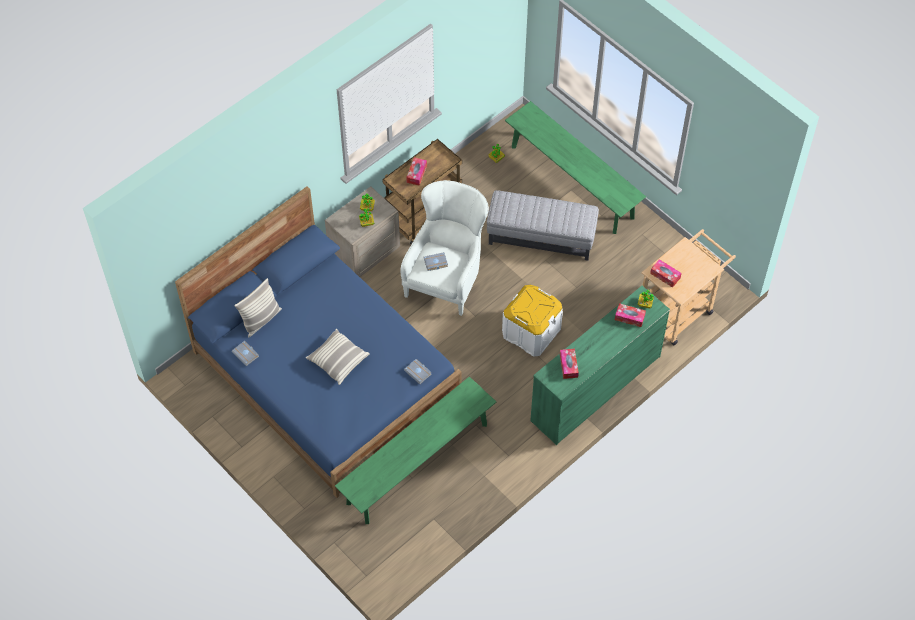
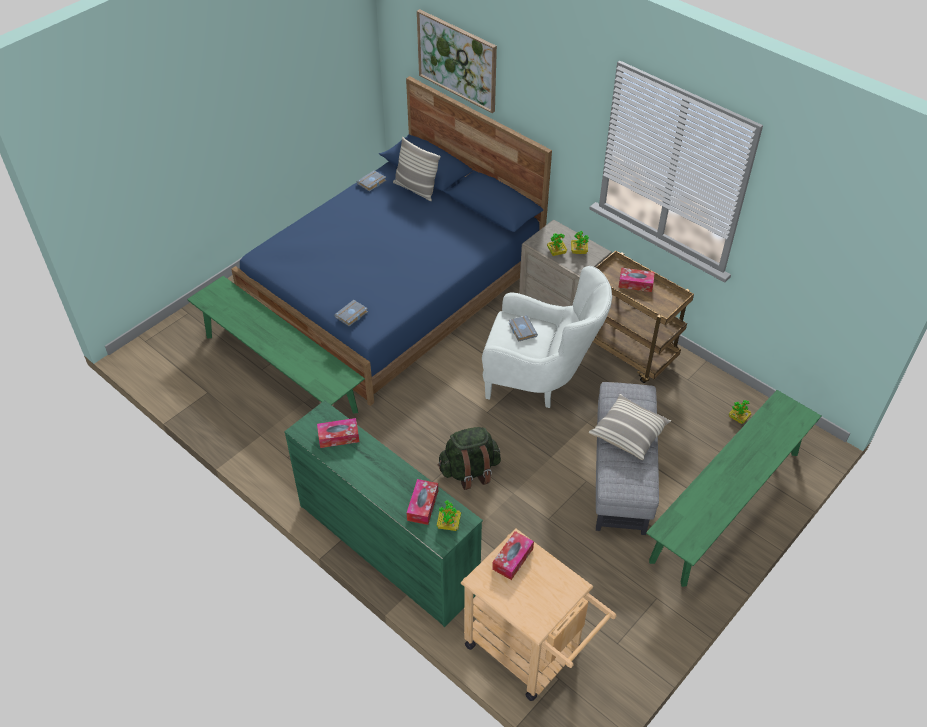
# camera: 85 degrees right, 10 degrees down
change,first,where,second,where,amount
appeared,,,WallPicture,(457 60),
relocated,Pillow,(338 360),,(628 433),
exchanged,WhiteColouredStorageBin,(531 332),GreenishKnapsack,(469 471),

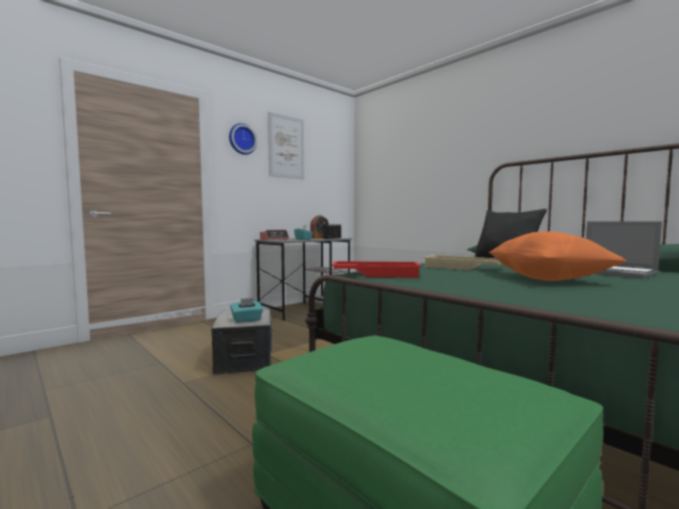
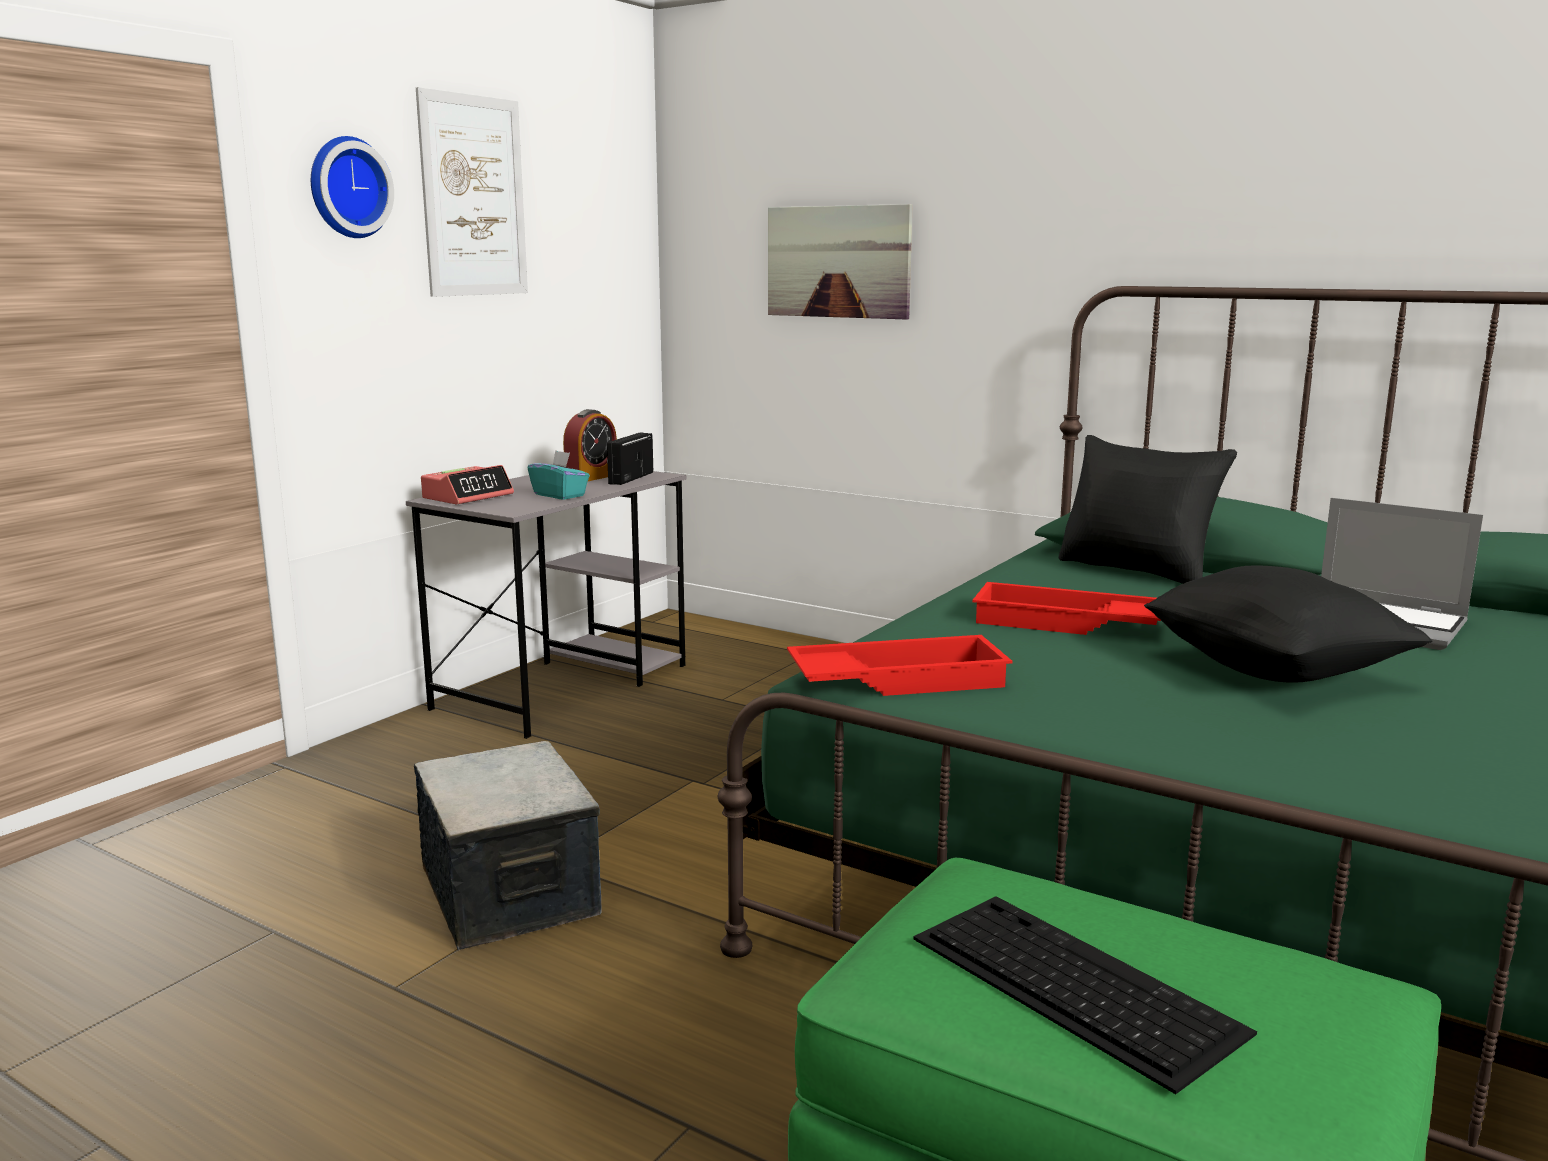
# camera: 15 degrees left, 10 degrees up
change,first,where,second,where,amount
missing,TurquoiseTissueHolder,(247 320),,,
appeared,,,WallPicture,(838 262),
appeared,,,ComputerKeyboard,(1070 983),
colour,SandColouredTray,(462 268),RedTray,(1065 623),
colour,OrangePillow,(548 279),BlackColouredPillow,(1274 672),

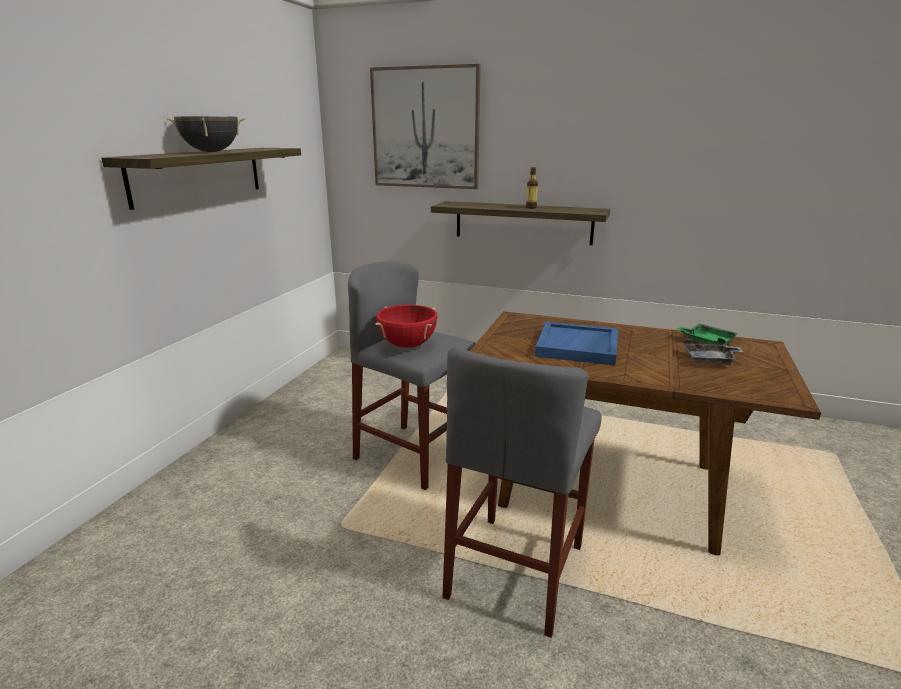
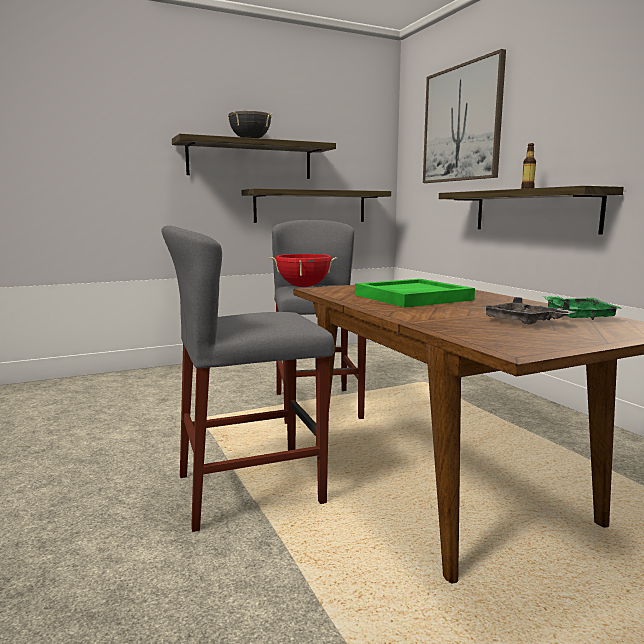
# camera: 45 degrees right, 10 degrees down
change,first,where,second,where,amount
appeared,,,WallShelf,(311 206),
colour,BluishTray,(578 347),GreenishTray,(412 297),

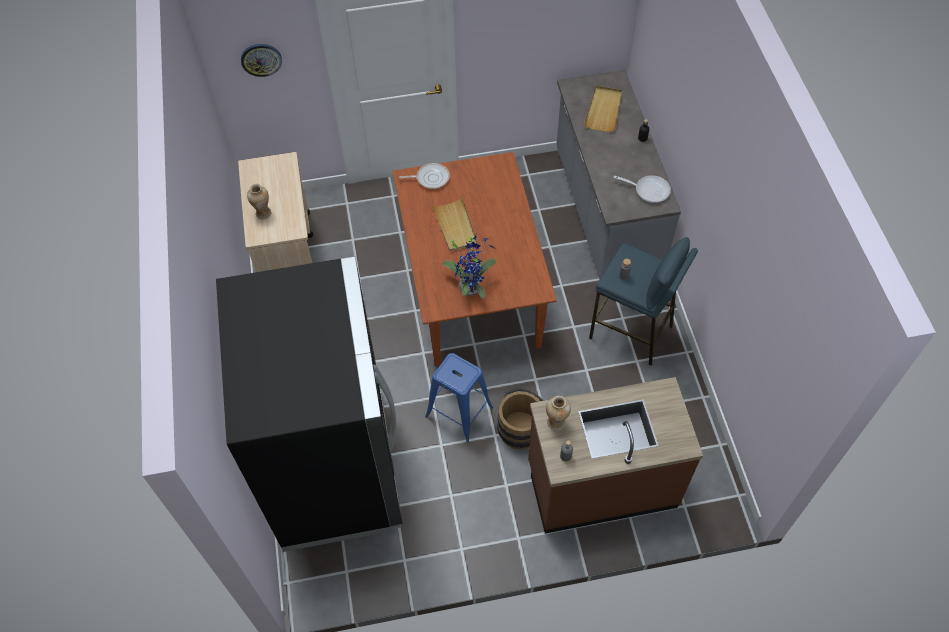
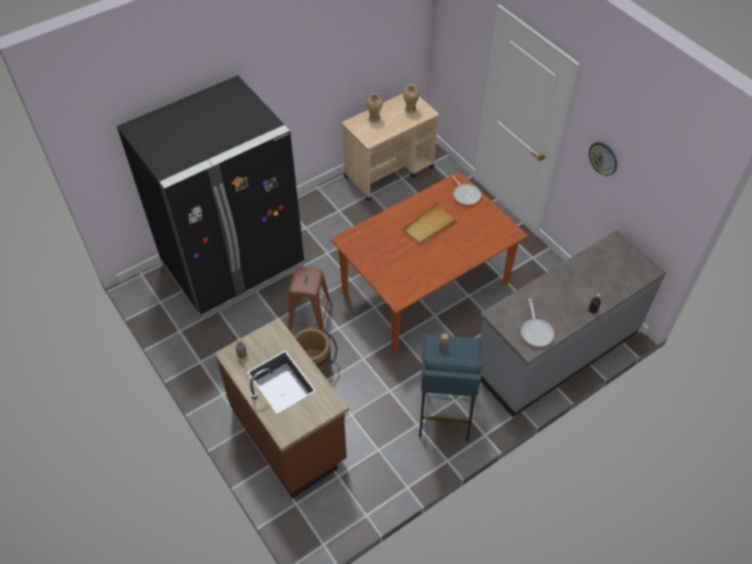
# camera: 65 degrees right, 5 degrees down
change,first,where,second,where,amount
missing,PlantInAPot,(471 286),,,
missing,SandColouredTray,(604 110),,,
relocated,WallClock,(261 59),,(603 158),
relocated,Vase,(556 422),,(410 110),
colour,BluishStoolSeat,(459 412),BrownStoolSeat,(310 320),

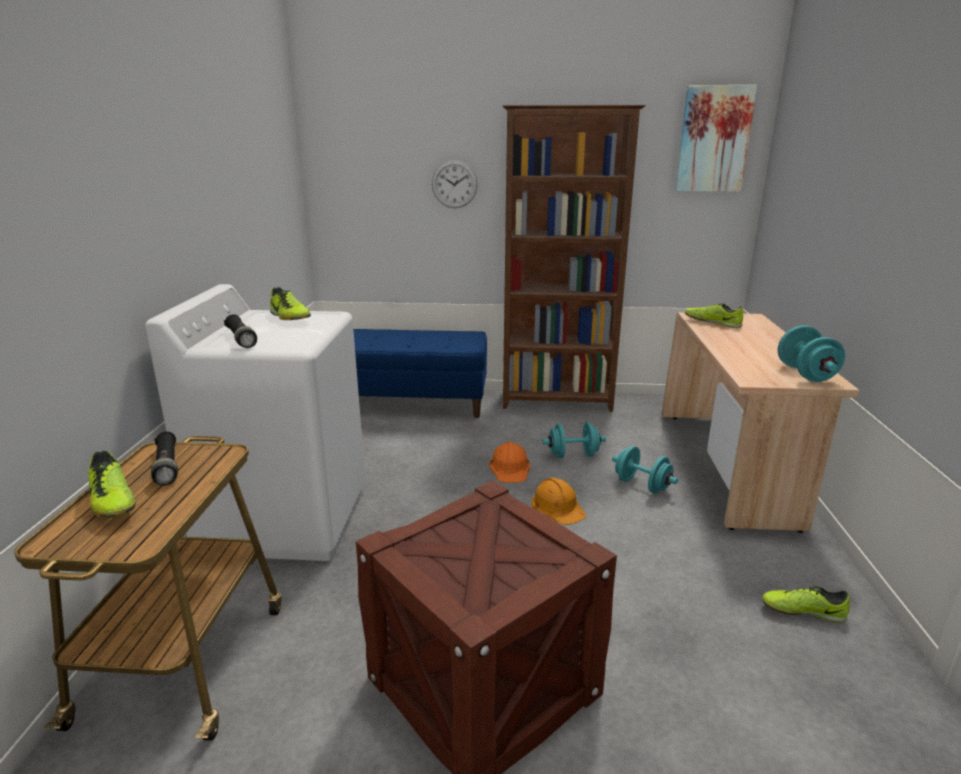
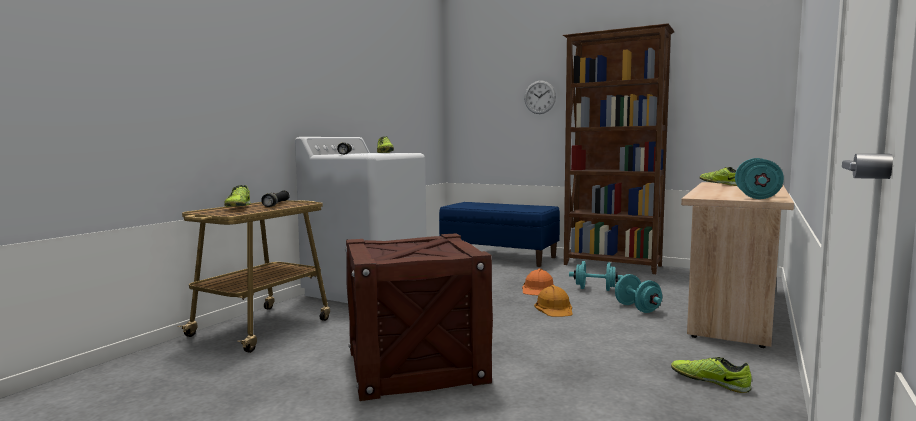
# camera: 25 degrees right, 15 degrees down
change,first,where,second,where,amount
missing,WallPicture,(714 139),,,

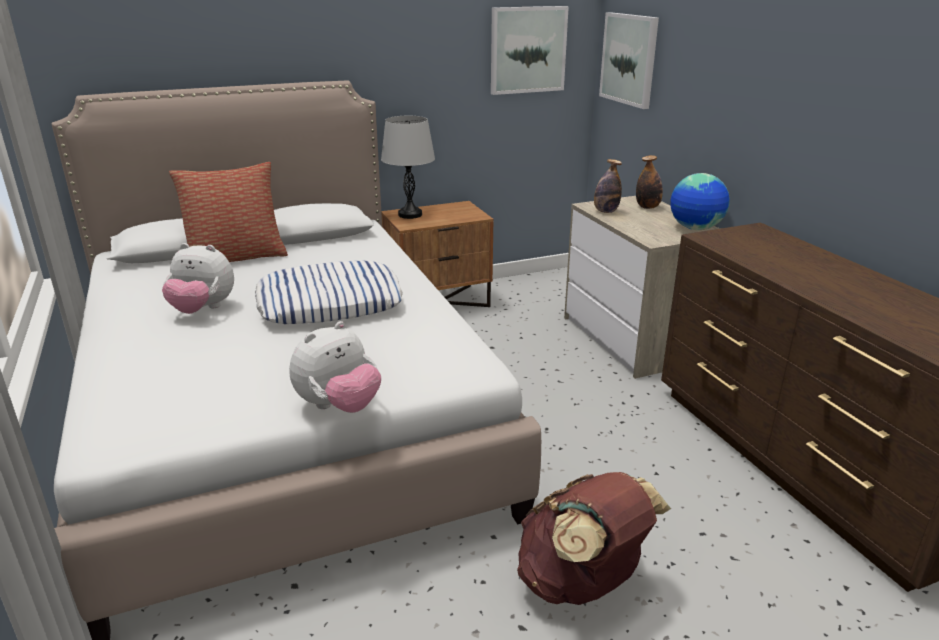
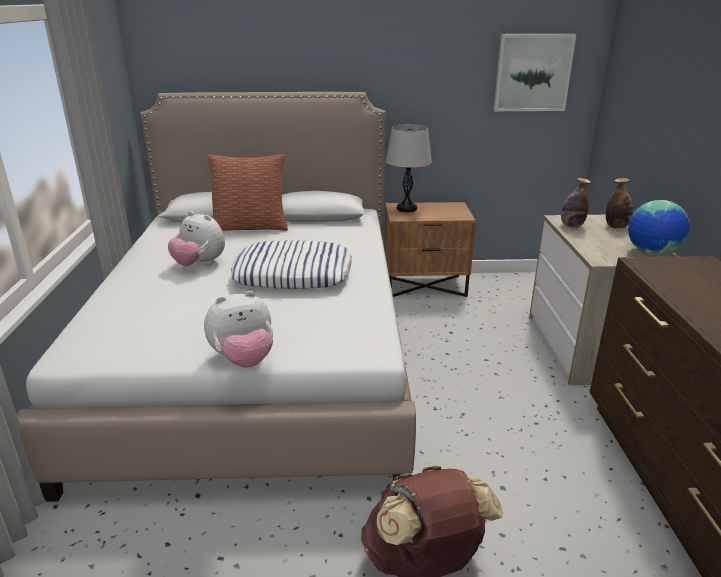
# camera: 20 degrees right, 0 degrees up
change,first,where,second,where,amount
missing,WallPicture,(629 59),,,

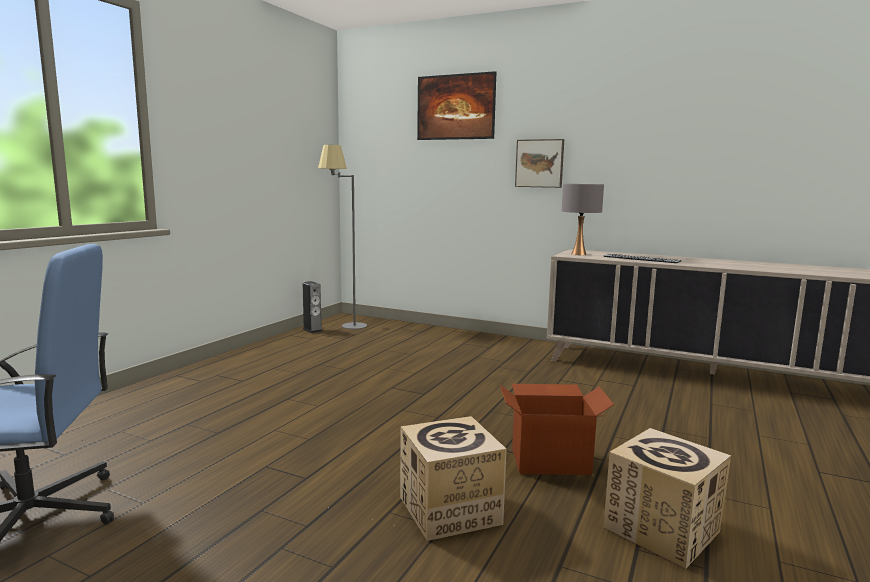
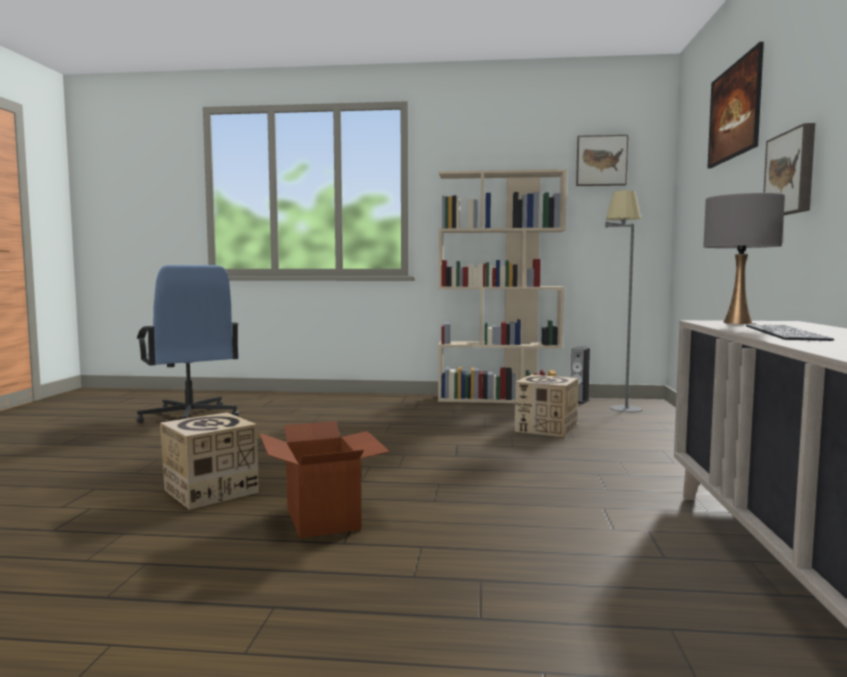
# camera: 70 degrees right, 5 degrees down
change,first,where,second,where,amount
appeared,,,SandColouredBookcase,(499 399),
appeared,,,WallPicture,(601 161),
relocated,PackingBox,(662 530),,(546 428),

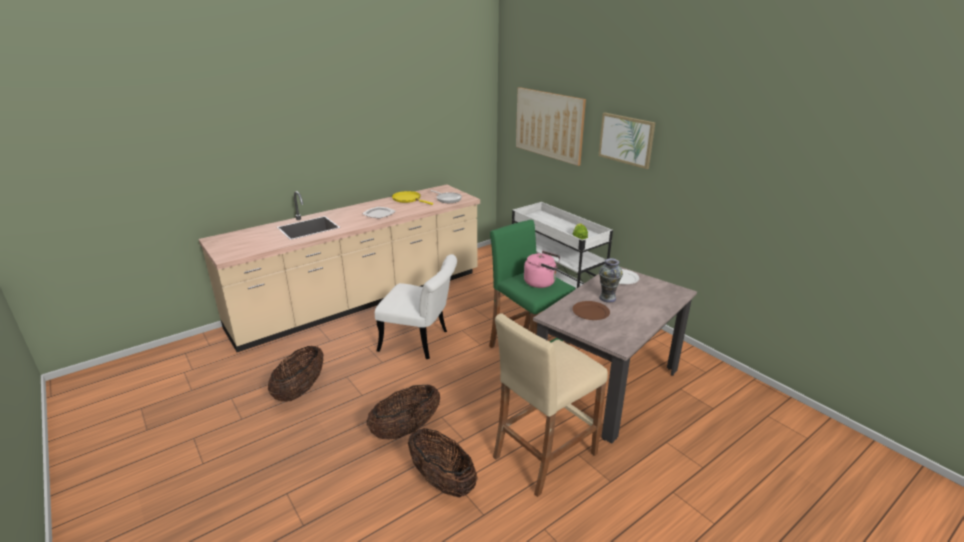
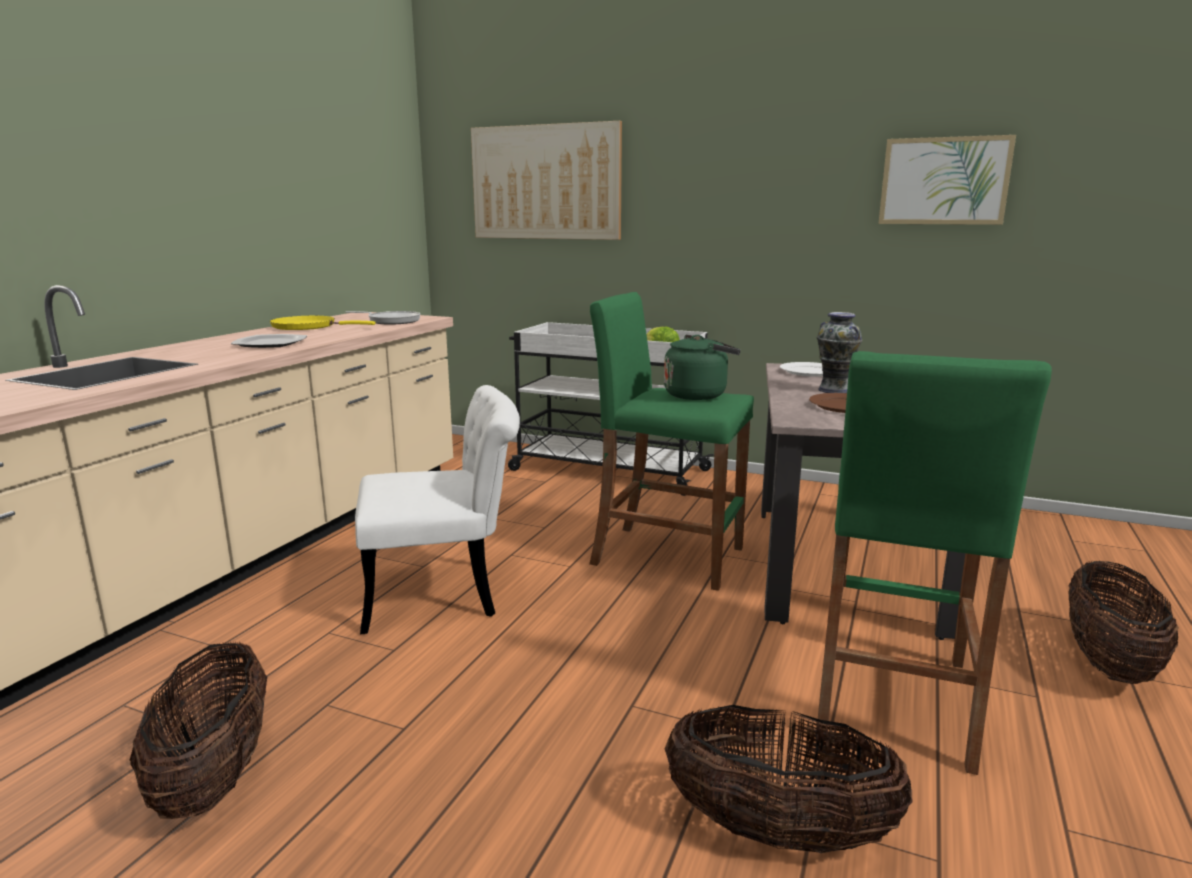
# camera: 30 degrees left, 10 degrees down
change,first,where,second,where,amount
relocated,HouseholdBasket,(406 429),,(1108 662),
relocated,WallPicture,(626 139),,(944 181),
colour,SandColouredStoolSeat,(544 455),GreenishStoolSeat,(892 698),
colour,PinkKettle,(541 282),GreenishKettle,(698 395),

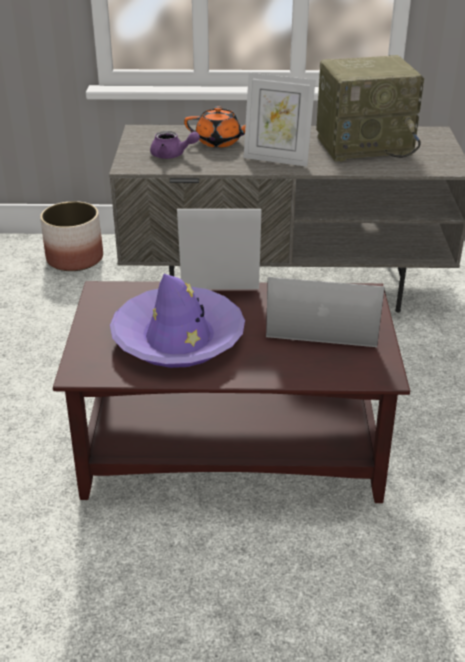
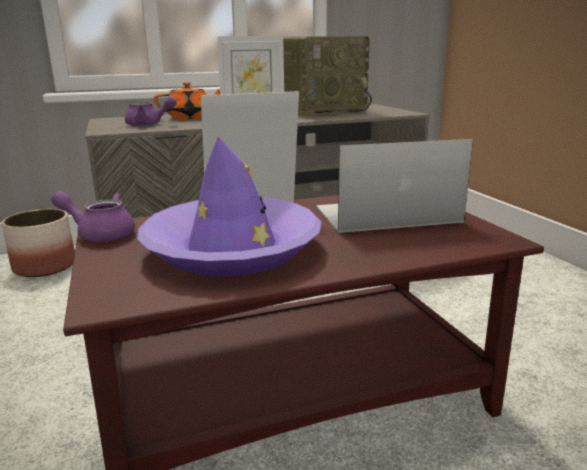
# camera: 20 degrees left, 15 degrees down
change,first,where,second,where,amount
appeared,,,PurpleColouredPotForTea,(100 234),

